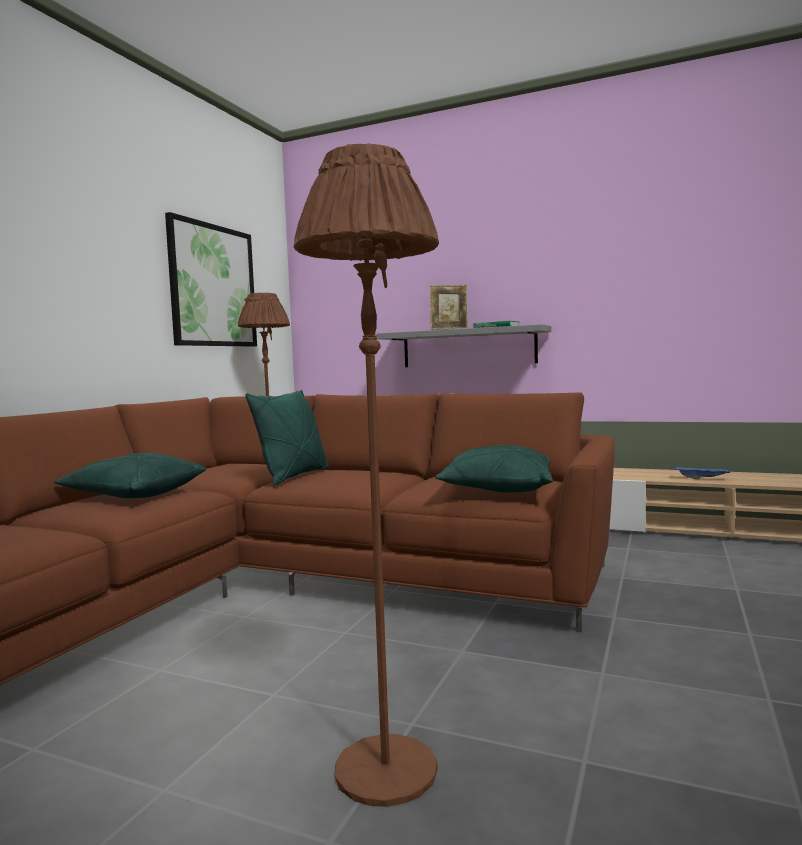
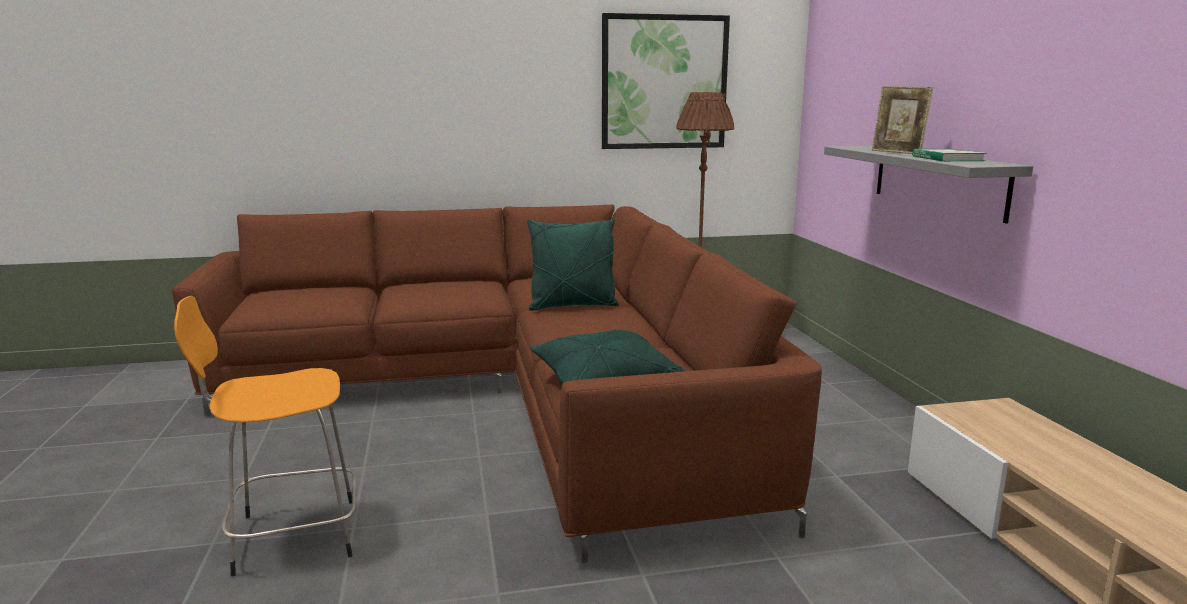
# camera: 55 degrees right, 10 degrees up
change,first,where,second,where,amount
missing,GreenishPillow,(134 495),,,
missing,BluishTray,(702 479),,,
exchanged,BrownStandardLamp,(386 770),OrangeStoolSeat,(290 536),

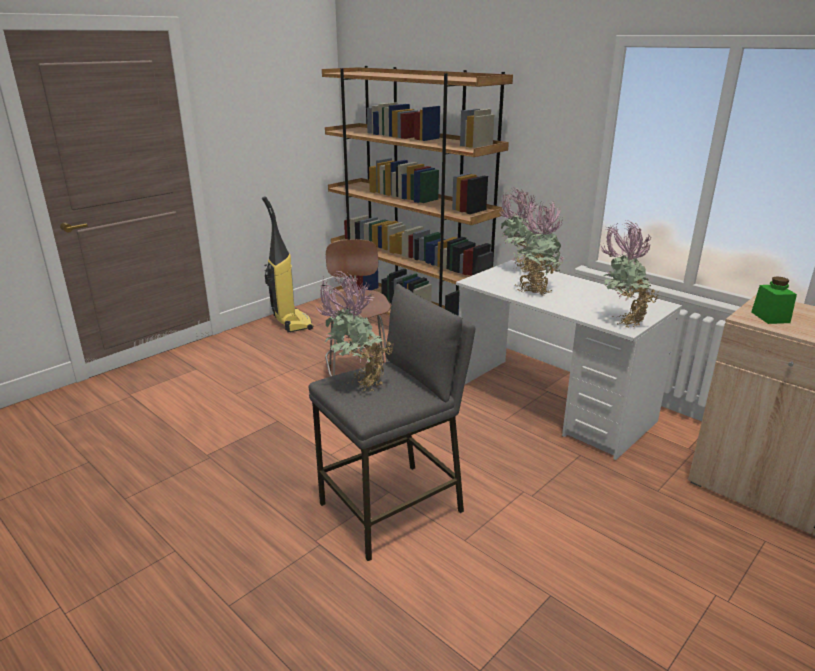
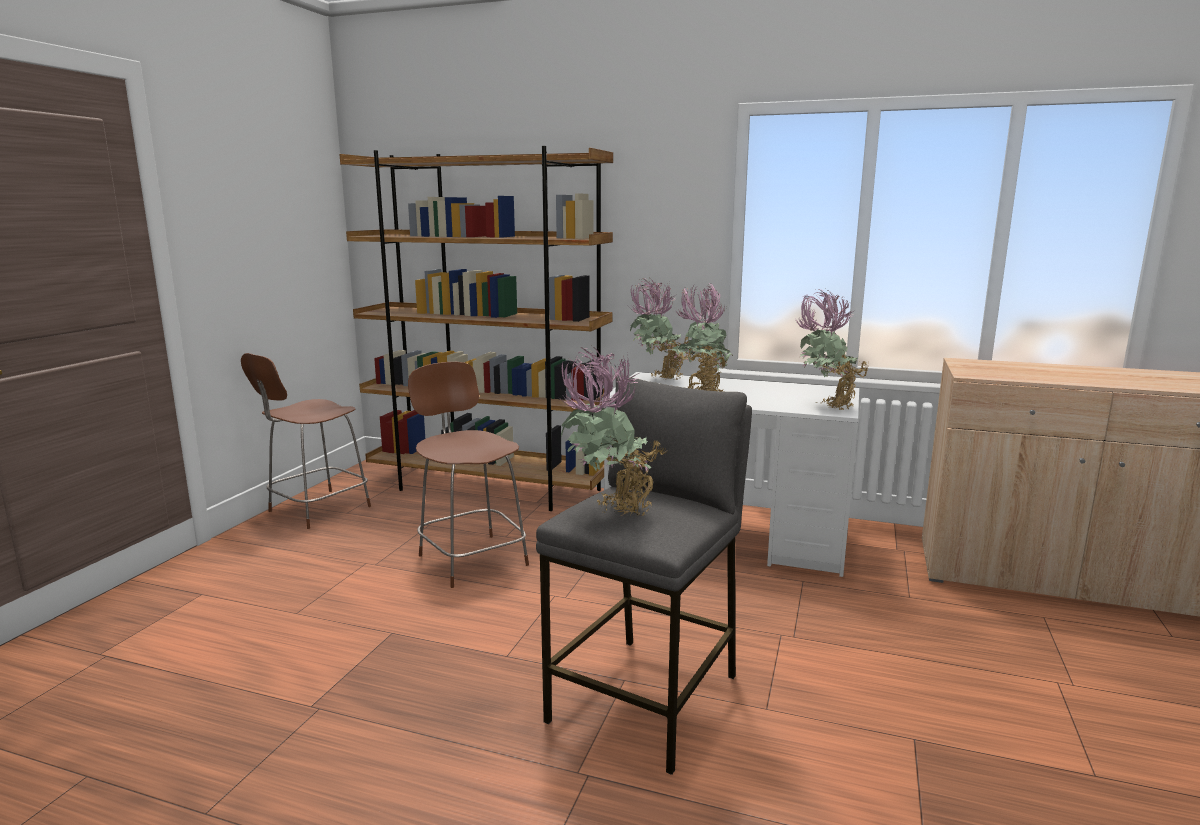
# camera: 25 degrees left, 10 degrees down
change,first,where,second,where,amount
missing,GreenishStorageJar,(770 317),,,
exchanged,Hoover,(291 323),BrownStoolSeat,(316 510),

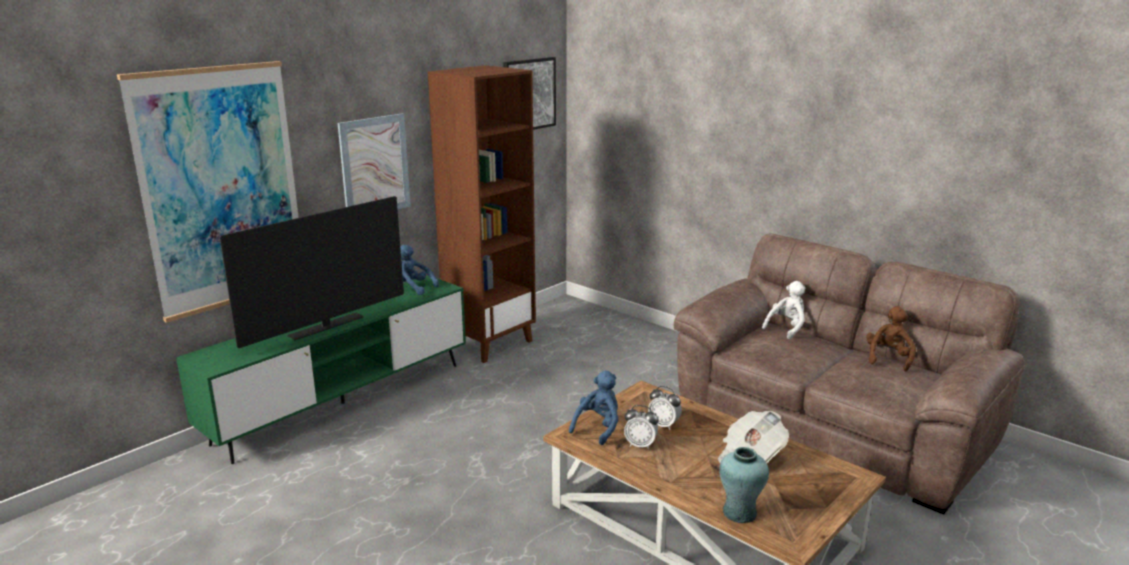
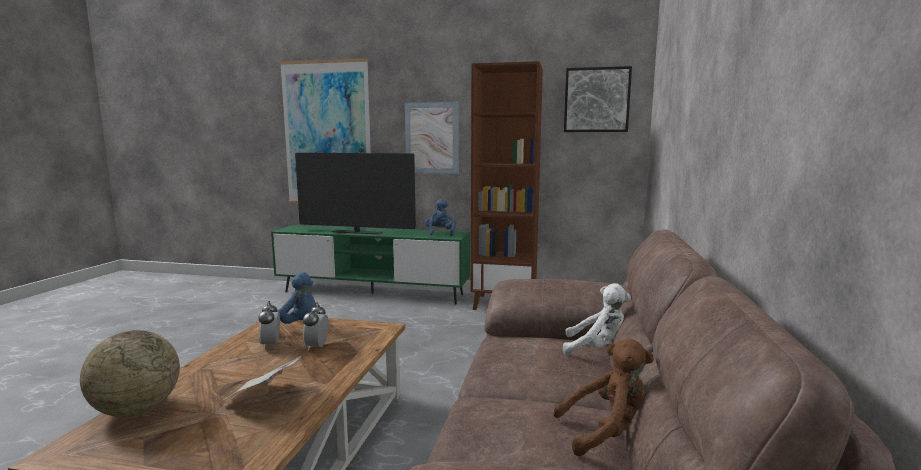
# camera: 60 degrees right, 10 degrees down
change,first,where,second,where,amount
exchanged,TurquoiseVase,(739 512),DeskGlobe,(136 410),

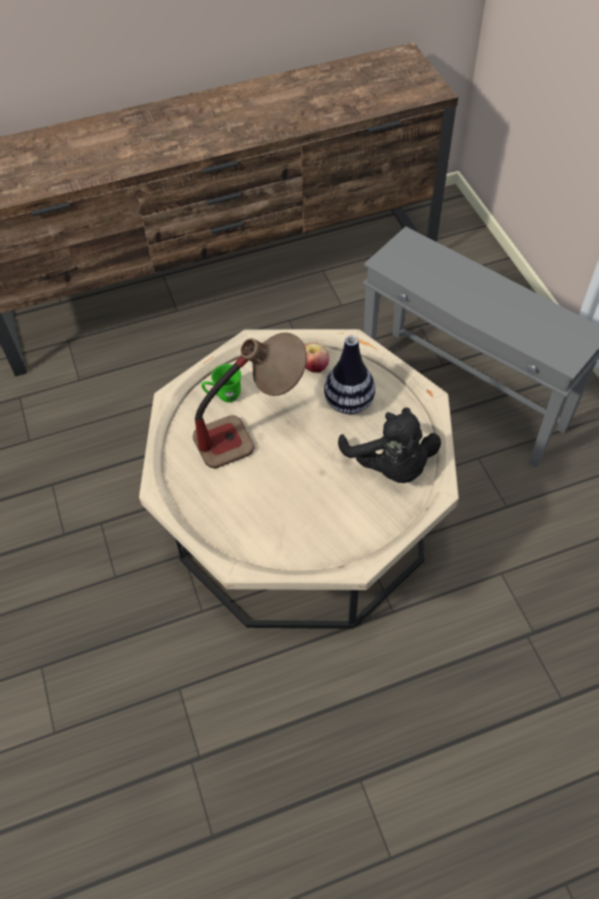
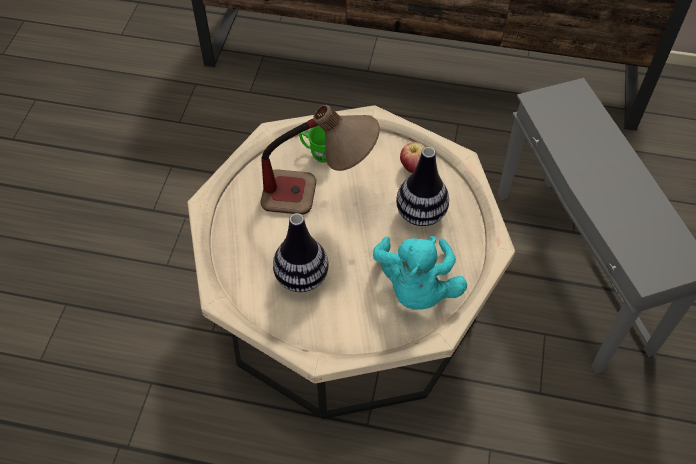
# camera: 30 degrees right, 0 degrees up
change,first,where,second,where,amount
appeared,,,Vase,(301 277),
colour,BlackColouredSoftToy,(390 465),TurquoiseSoftToy,(416 288),

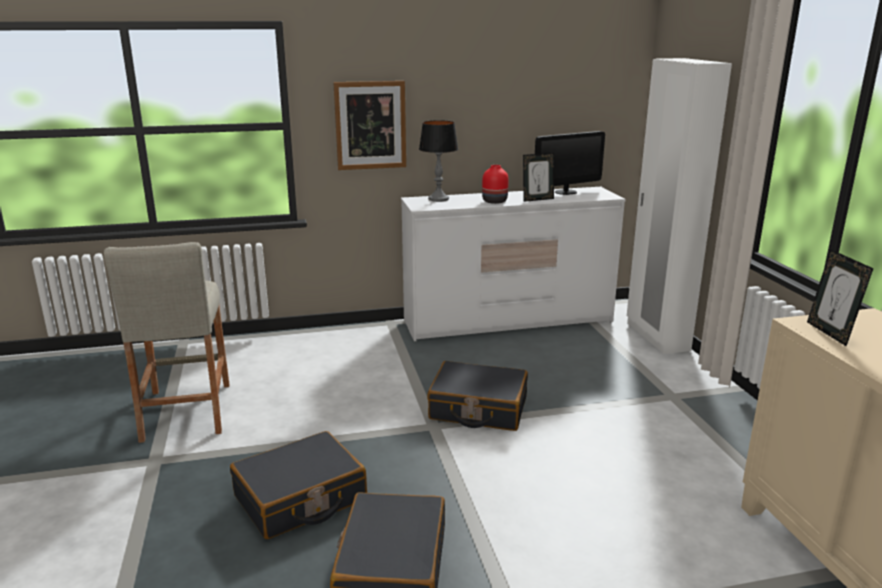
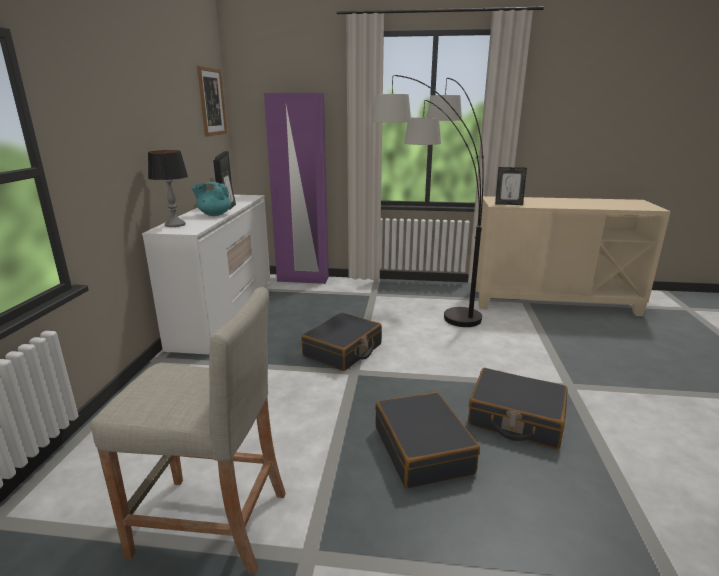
# camera: 70 degrees left, 0 degrees up
change,first,where,second,where,amount
appeared,,,StandardLamp,(427 305),
relocated,WallPicture,(370 125),,(212 102),
exchanged,RedVase,(495 201),TurquoisePotForTea,(214 214),
colour,WhiteColouredWardrobe,(656 336),PurpleColouredWardrobe,(303 279),

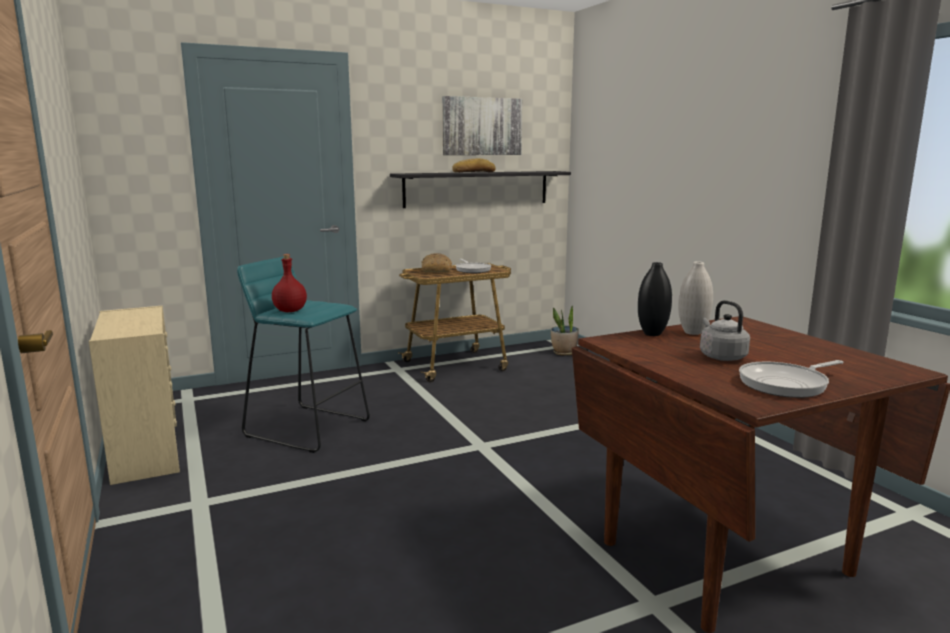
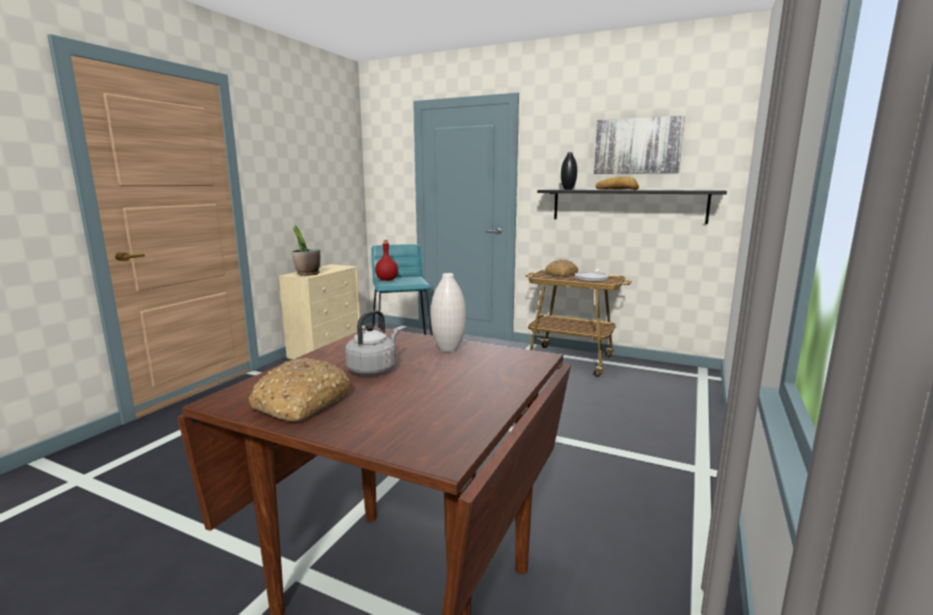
# camera: 50 degrees right, 0 degrees up
change,first,where,second,where,amount
relocated,PlantInAPot,(564 353),,(307 274),
relocated,BlackColouredVase,(652 334),,(568 189),
exchanged,FryingPan,(786 384),BakedBread,(302 403),

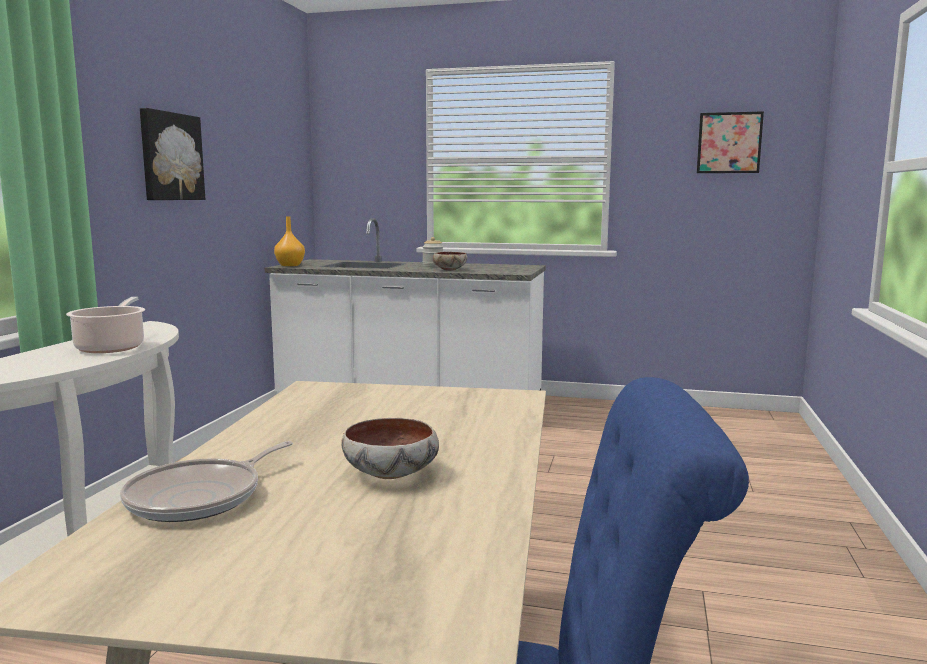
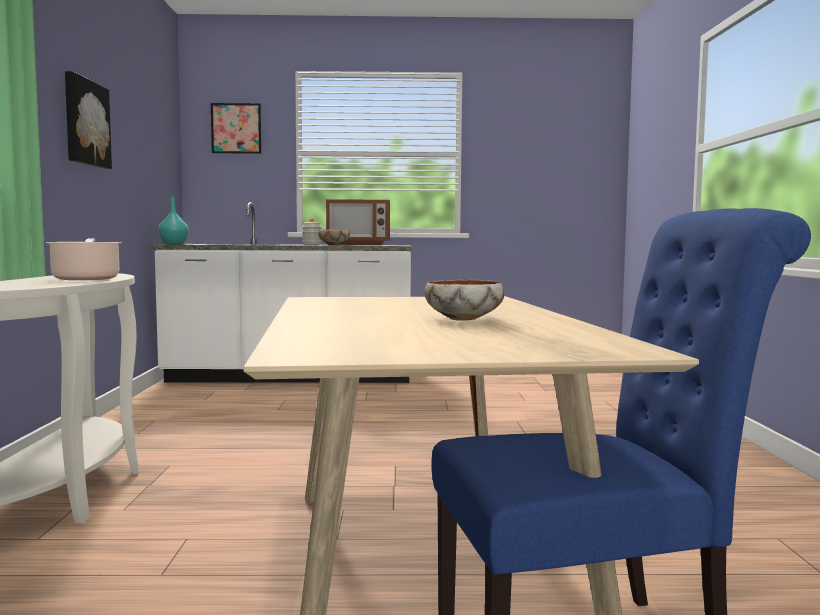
# camera: 15 degrees left, 5 degrees down
change,first,where,second,where,amount
missing,FryingPan,(200 497),,,
appeared,,,Microwave,(358 244),
relocated,WallPicture,(729 143),,(236 128),
colour,OrangeVase,(290 265),TurquoiseVase,(174 244),

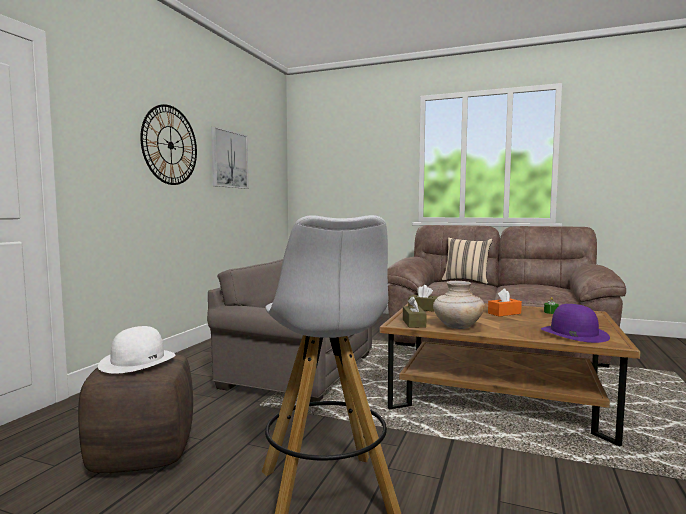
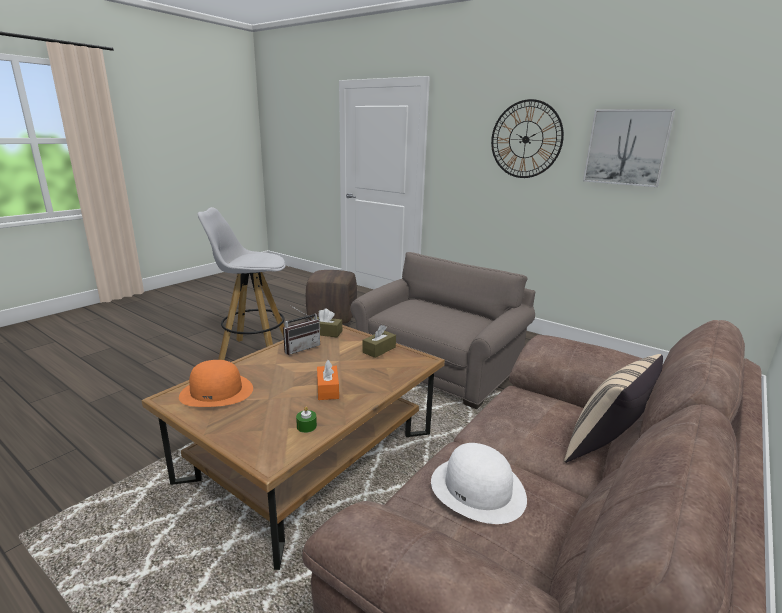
# camera: 105 degrees right, 15 degrees up
change,first,where,second,where,amount
relocated,WhiteColouredClothingHat,(138 360),,(478 489),
exchanged,SandColouredVase,(457 326),RadioSet,(300 347),
colour,PurpleColouredClothingHat,(573 333),OrangeClothingHat,(217 391),

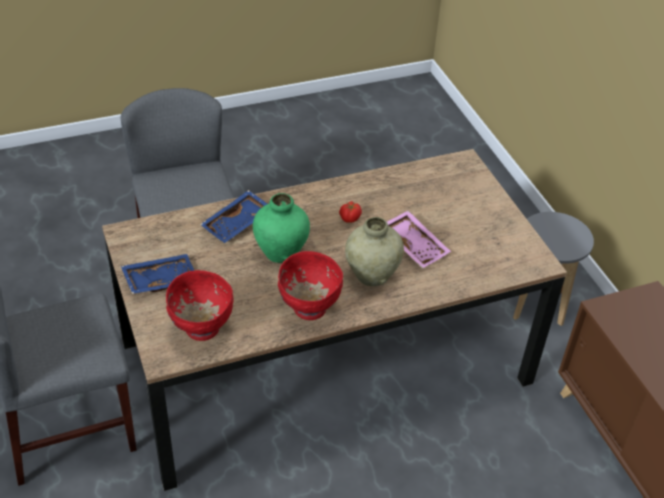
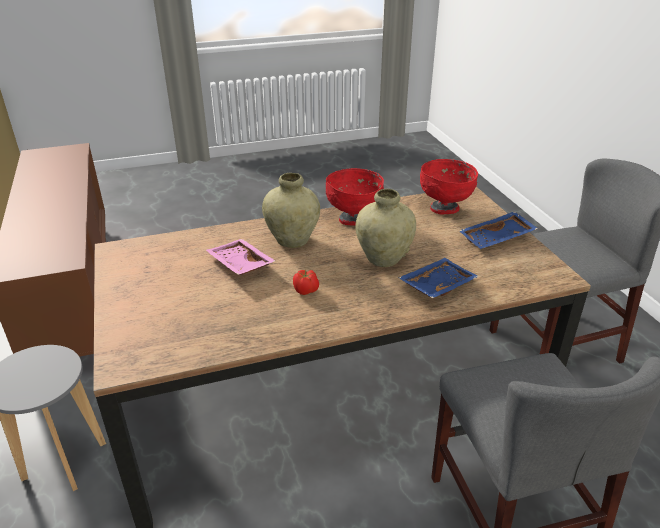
# camera: 175 degrees left, 10 degrees down
change,first,where,second,where,amount
colour,GreenishVase,(281 253),SandColouredVase,(383 259),

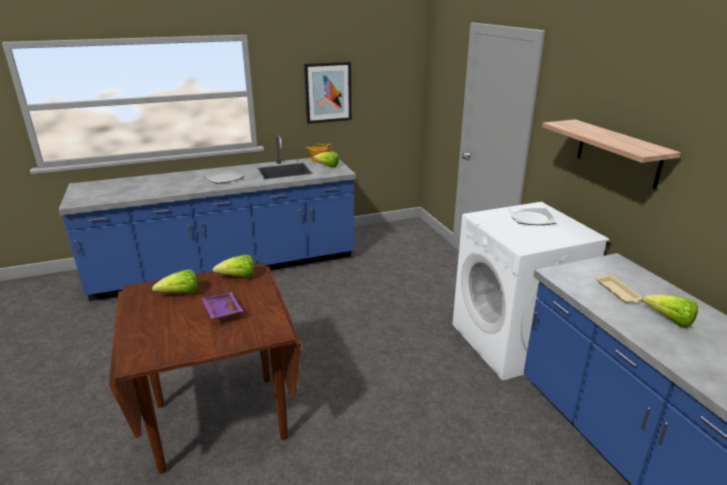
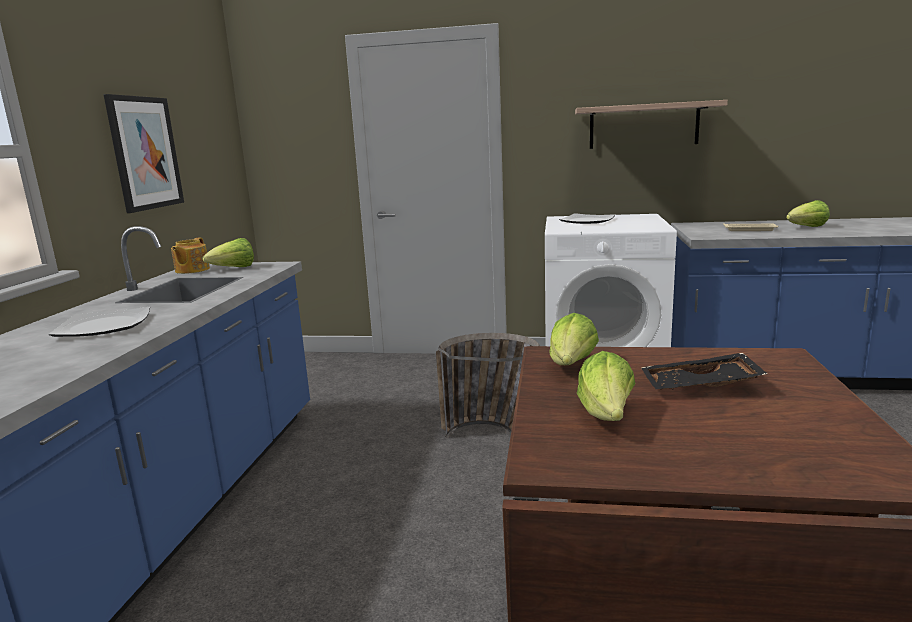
# camera: 60 degrees left, 10 degrees down
change,first,where,second,where,amount
appeared,,,HouseholdBasket,(495 433),
colour,PurpleColouredTray,(221 311),BlackColouredTray,(700 386),

